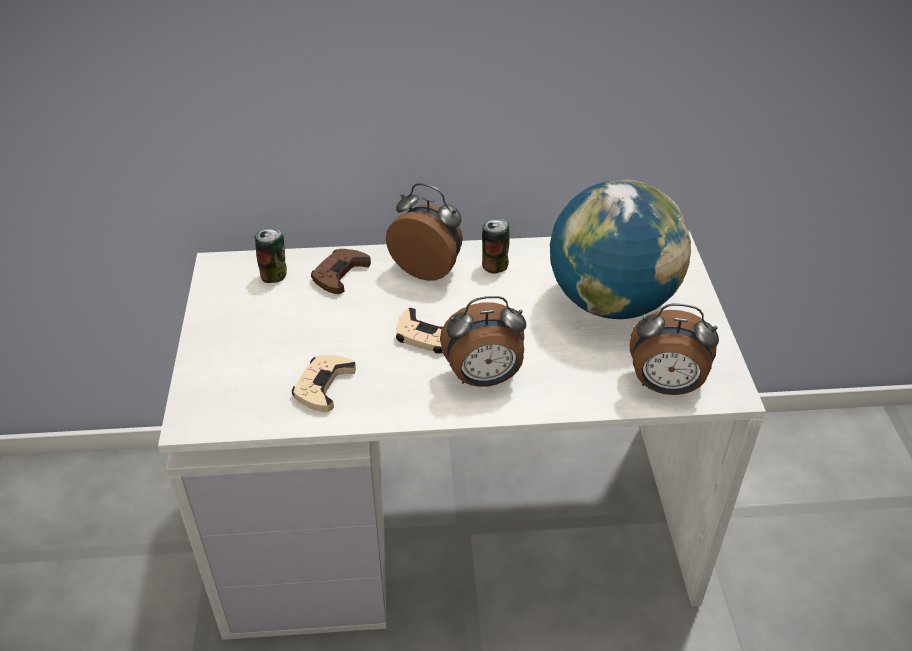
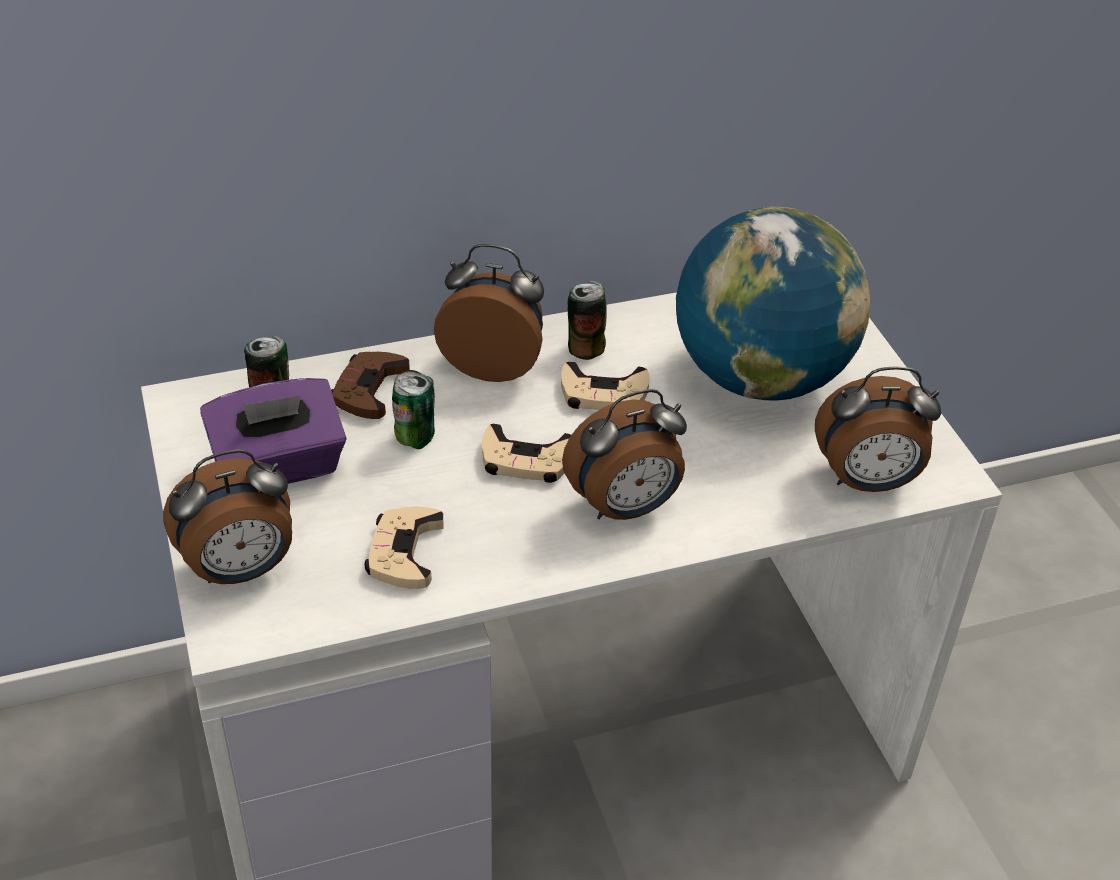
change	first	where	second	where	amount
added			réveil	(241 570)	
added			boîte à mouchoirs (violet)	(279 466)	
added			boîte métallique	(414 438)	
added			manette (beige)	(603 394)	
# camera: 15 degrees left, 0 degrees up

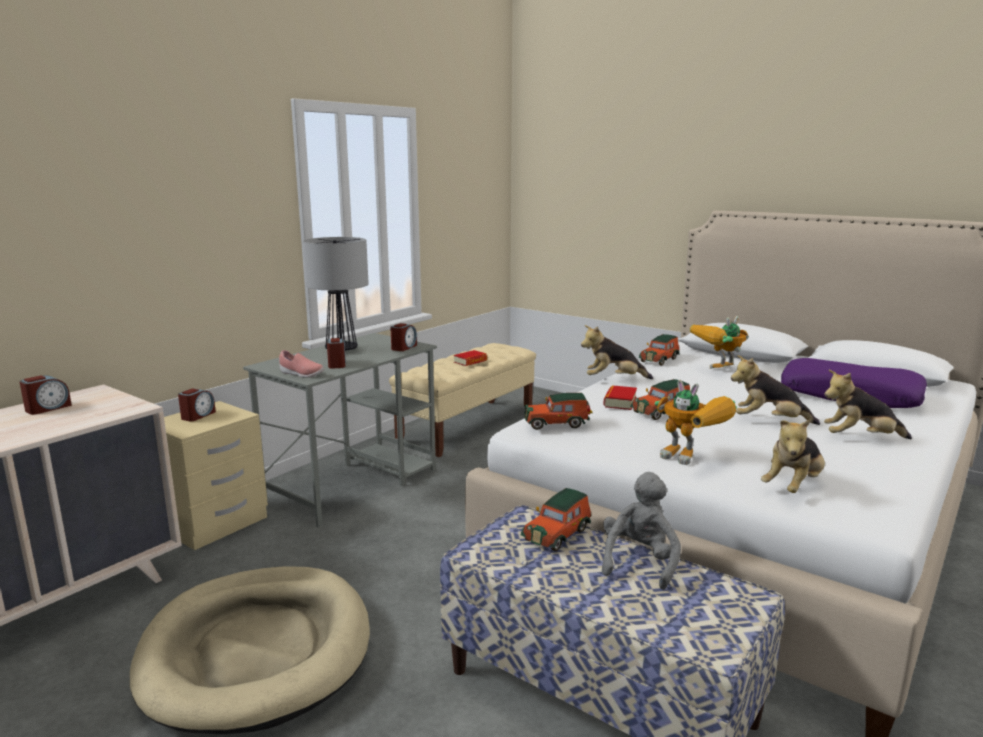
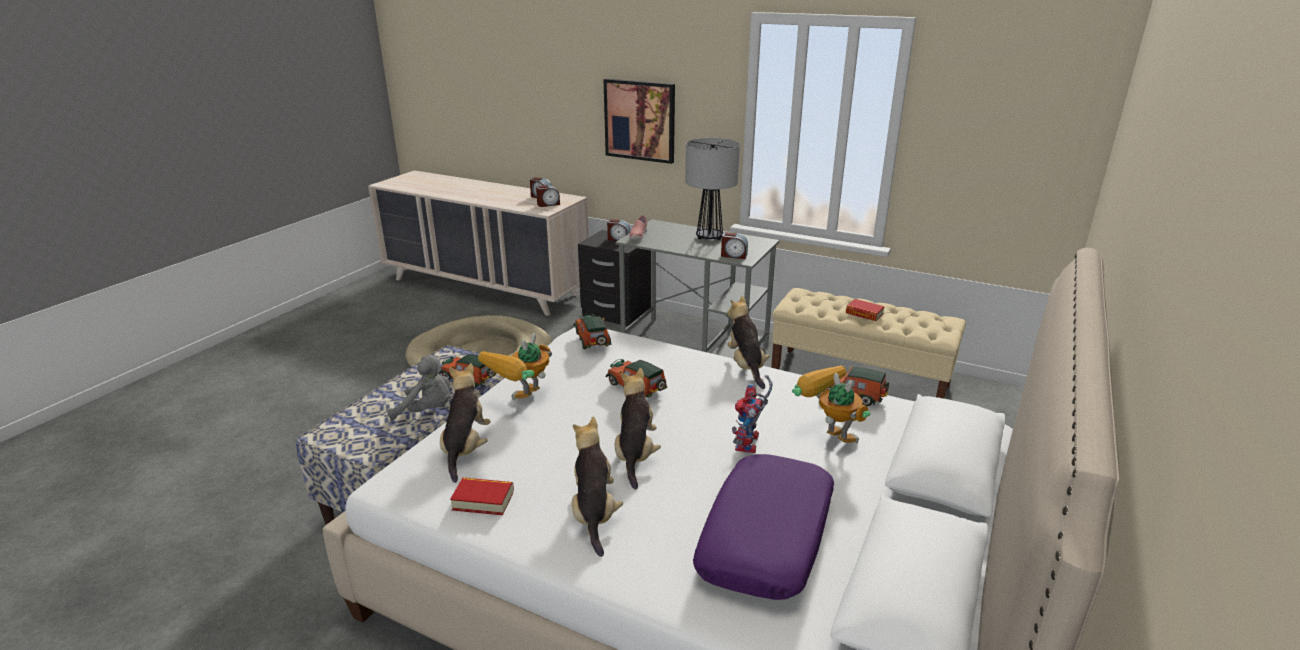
change	first	where	second	where	amount
recoloured	table de chevet (beige)	(214 524)	table de chevet (noir)	(616 313)	
moved	réveil	(337 364)		(548 204)	
moved	livre	(620 402)		(483 500)	
turned	peluche	(793 486)		(466 448)	60 degrees clockwise
added			tableau	(640 120)	
added			robot jouet	(749 445)	
# camera: 80 degrees right, 10 degrees up

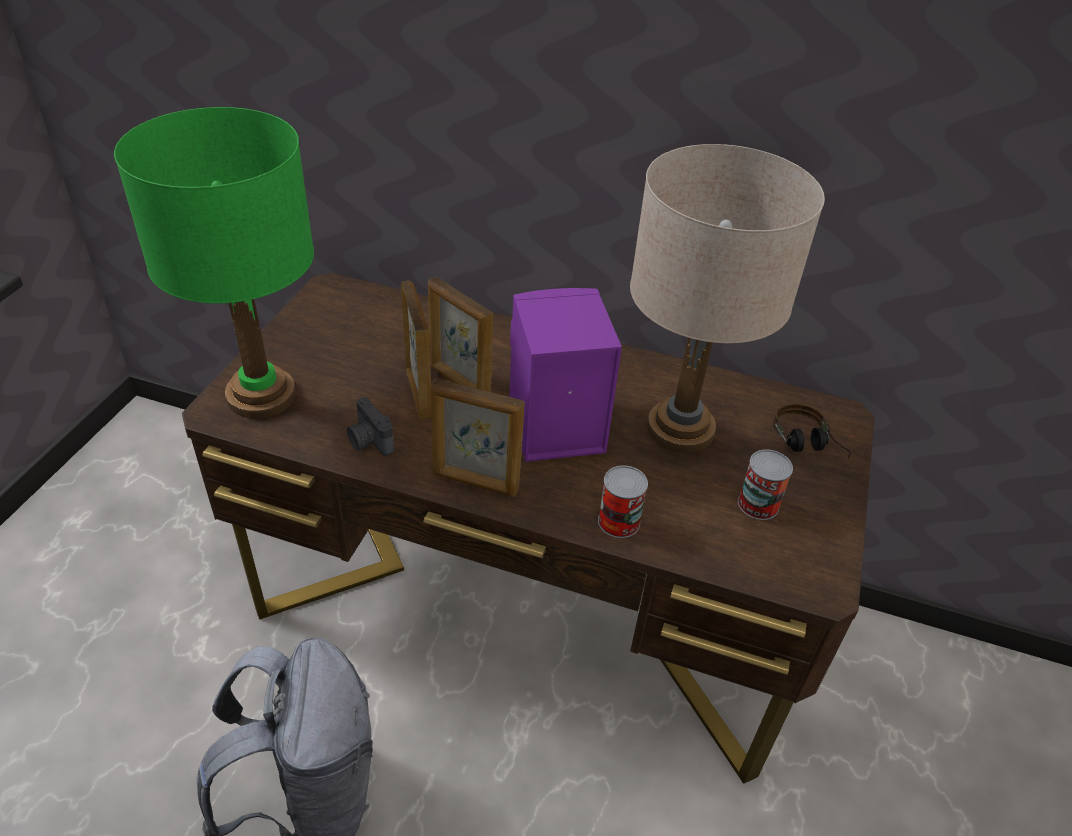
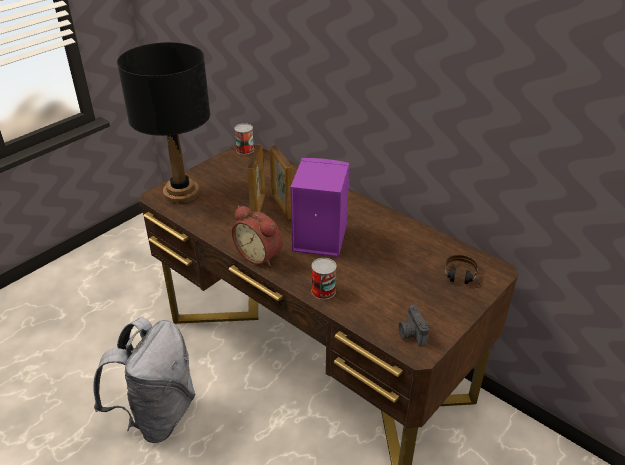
change	first	where	second	where	amount
recoloured	lampe de table (vert)	(261 396)	lampe de table (noir)	(181 193)	
moved	appareil photo	(369 441)		(411 334)	
replaced	cadre photo	(475 482)	réveil	(260 255)	
removed	lampe de table (beige)	(680 429)			
moved	boîte métallique	(758 504)		(245 150)	
# camera: 25 degrees right, 5 degrees down

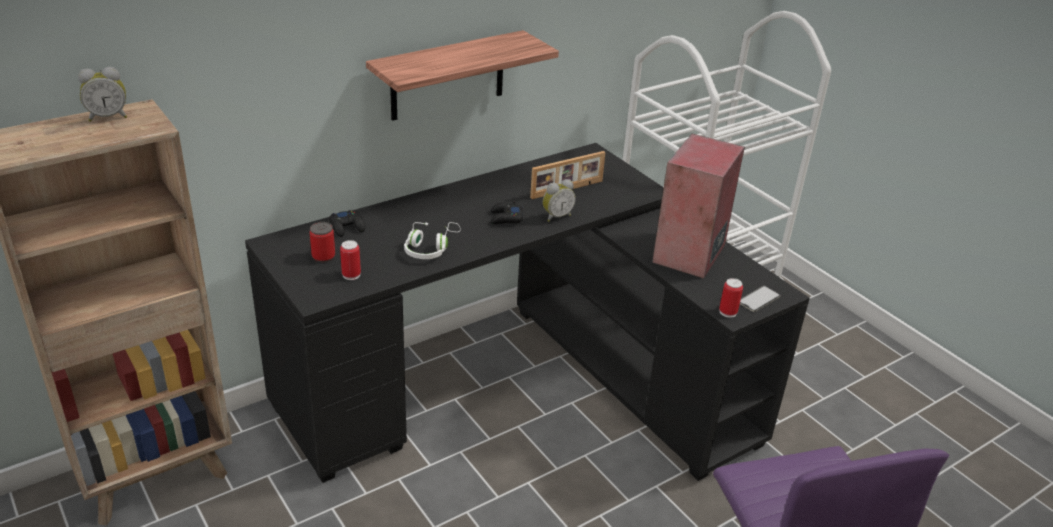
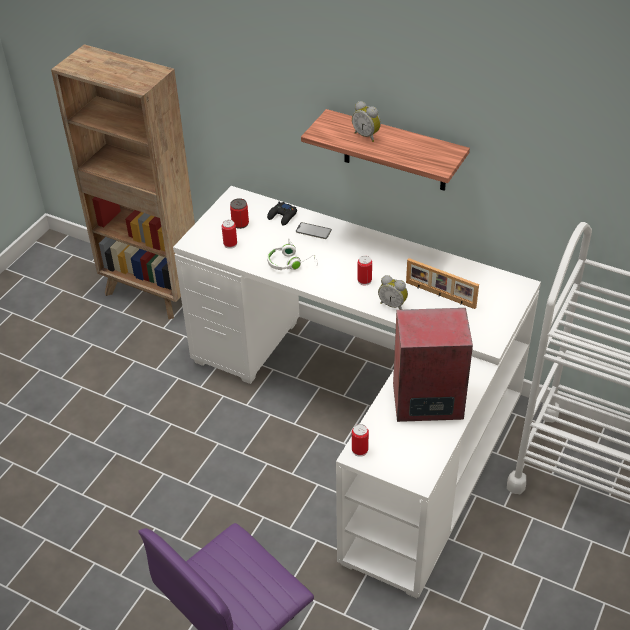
change	first	where	second	where	amount
moved	réveil	(108 117)		(367 135)	
recoloured	bureau (noir)	(522 383)	bureau (blanc)	(367 415)	
replaced	manette (noir)	(505 218)	boîte métallique	(364 280)	
moved	téléphone	(758 299)		(313 231)	
# camera: 65 degrees right, 10 degrees up

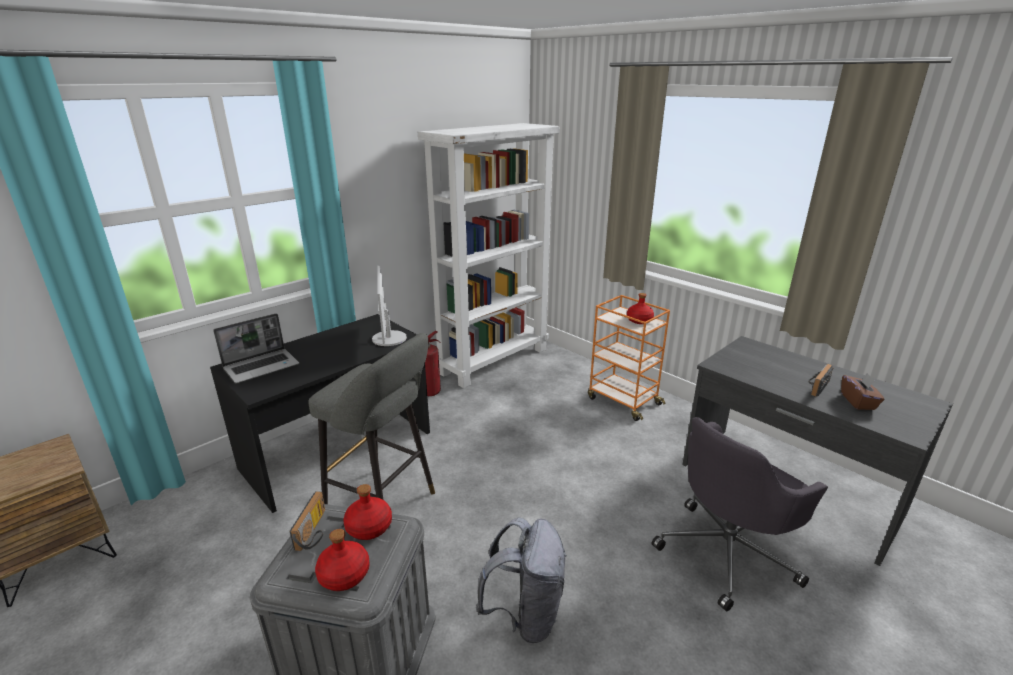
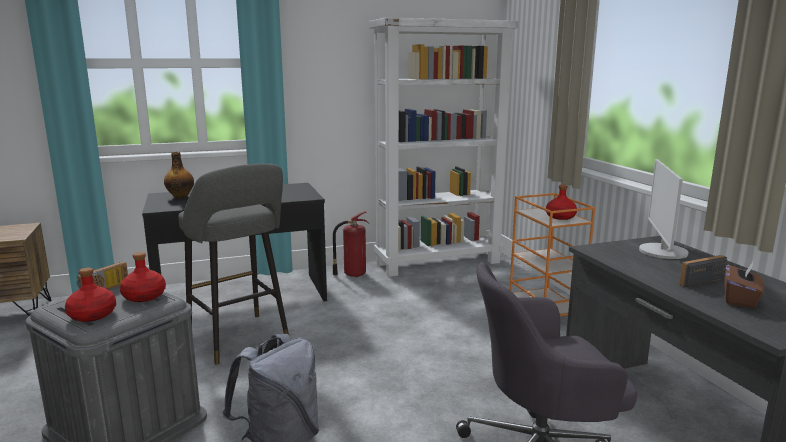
change	first	where	second	where	amount
replaced	ordinateur portable	(262 366)	bouteille	(181 197)	
moved	écran d'ordinateur	(388 339)		(662 251)	
# camera: 25 degrees right, 10 degrees down

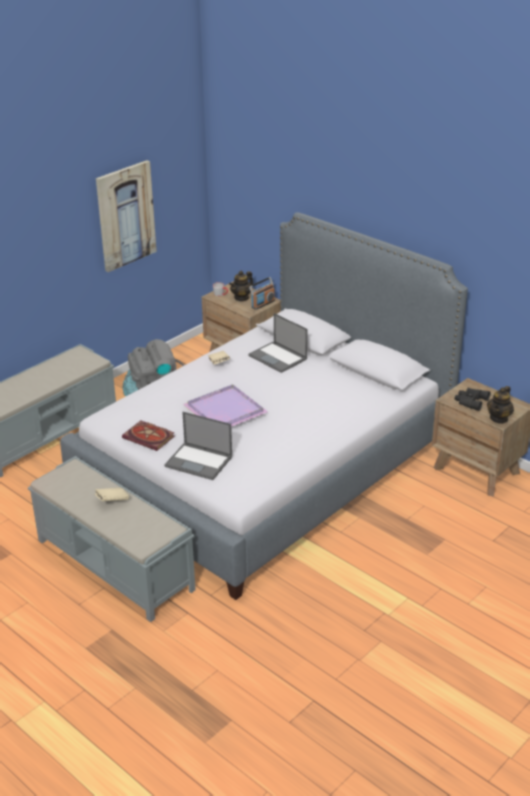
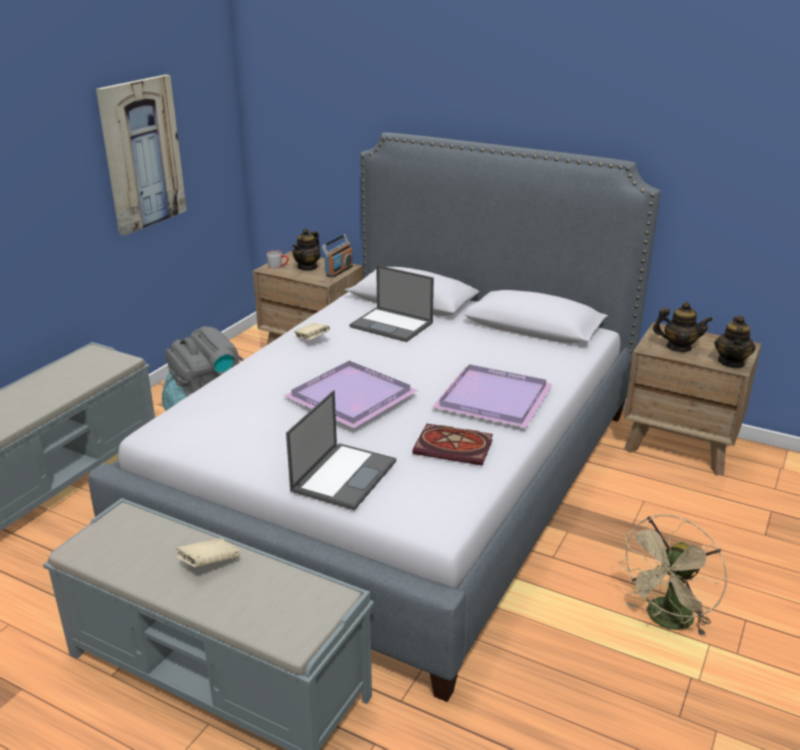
change	first	where	second	where	amount
moved	livre	(150 437)		(455 447)	
turned	ordinateur portable	(199 461)		(344 475)	75 degrees counterclockwise
replaced	jumelles (noir)	(470 401)	théière	(678 347)	
added			plateau (violet)	(492 398)	
added			ventilateur (beige)	(666 621)	
# camera: 15 degrees left, 5 degrees down

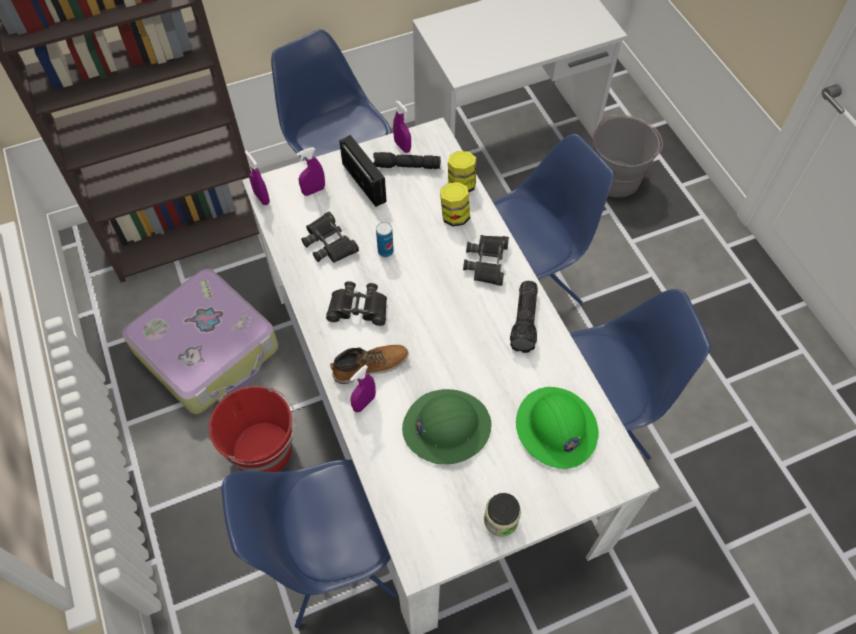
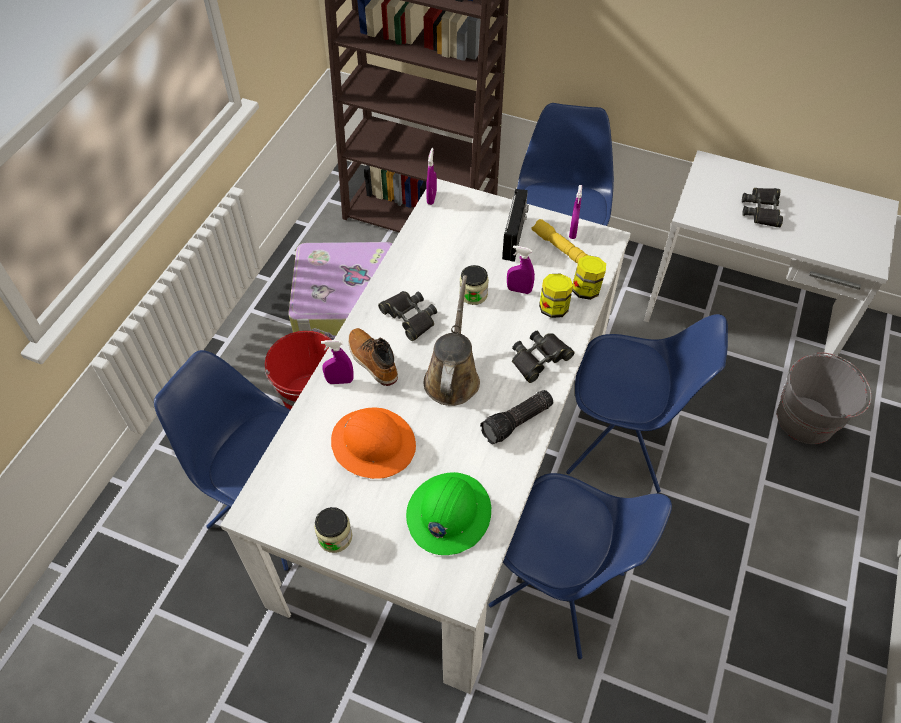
change	first	where	second	where	amount
moved	vaporisateur (violet)	(313 191)		(519 290)	
moved	jumelles (noir)	(329 243)		(762 210)	
turned	botte	(370 366)		(372 361)	150 degrees counterclockwise
recoloured	lampe de poche (noir)	(406 166)	lampe de poche (jaune)	(558 247)	
replaced	boîte métallique	(385 251)	bocal	(473 294)	
recoloured	casque de chantier (vert)	(446 427)	casque de chantier (orange)	(373 443)	
added			arrosoir (marron)	(452 376)	
# camera: 45 degrees right, 5 degrees down

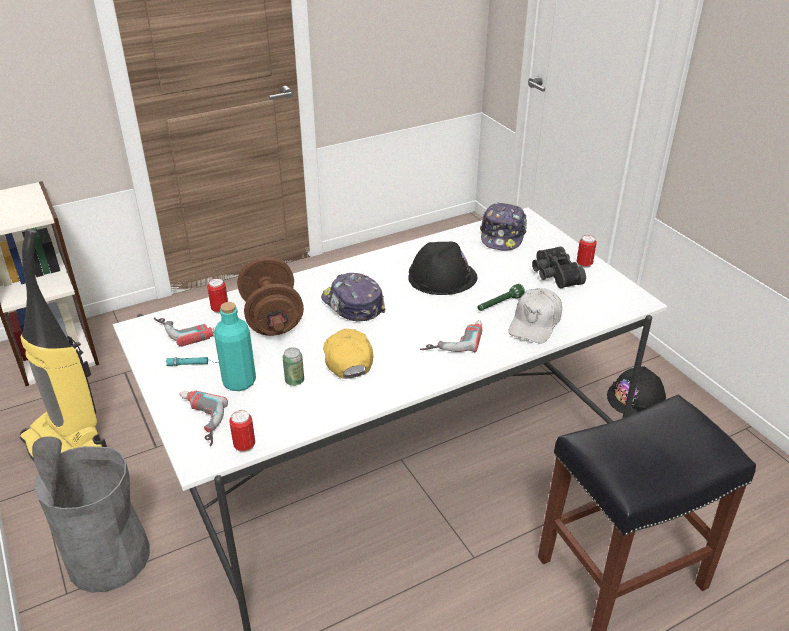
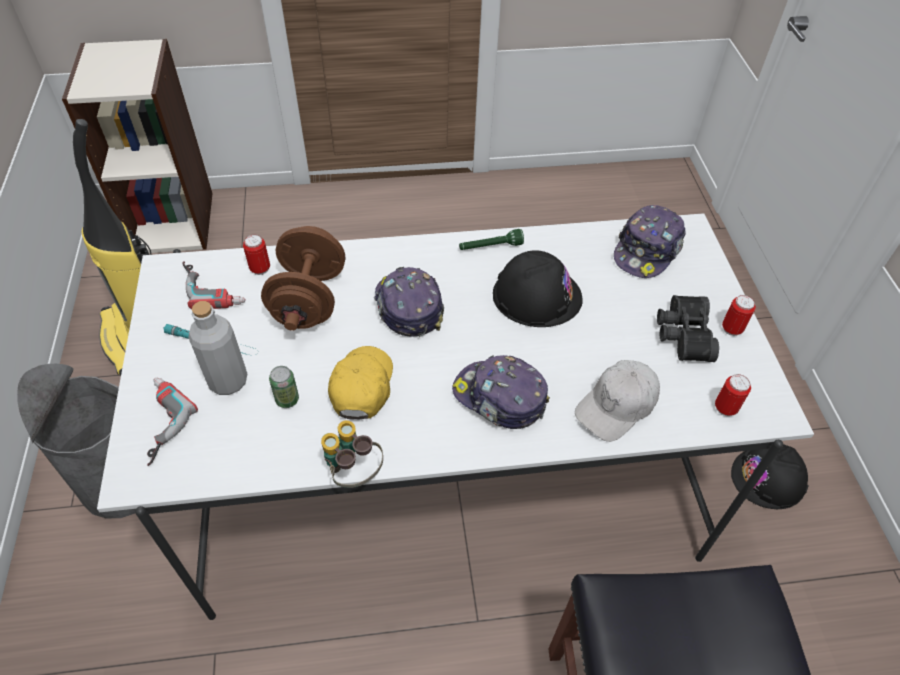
change	first	where	second	where	amount
recoloured	bouteille (turquoise)	(239 382)	bouteille (gris)	(228 381)	
moved	boîte métallique	(244 446)		(725 408)	
replaced	perceuse	(452 339)	casquette	(499 398)	
moved	lampe de poche (vert)	(499 304)		(490 247)	
added			jumelles	(353 472)	
# camera: 20 degrees right, 15 degrees up

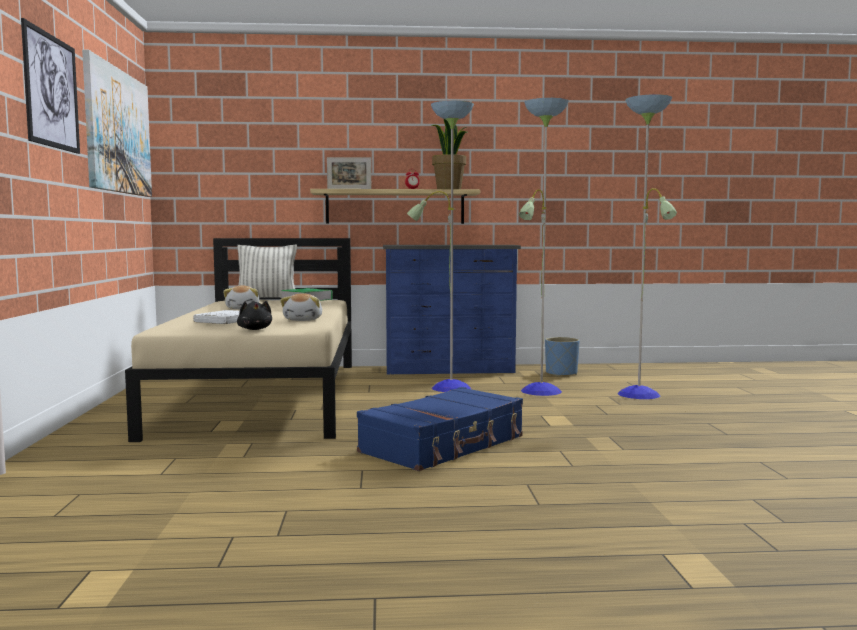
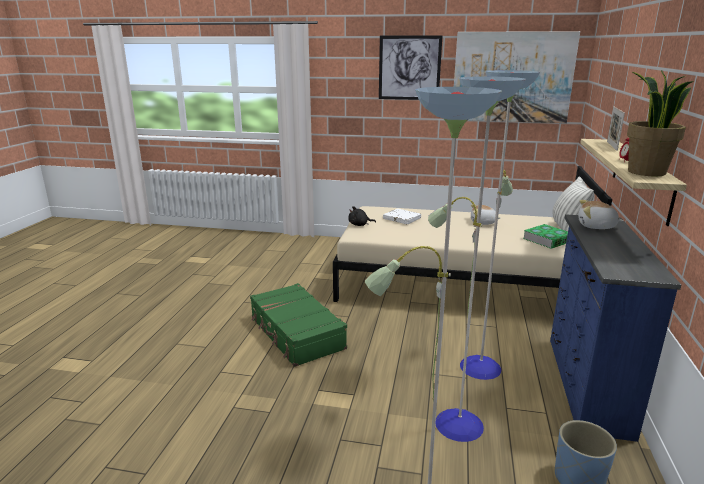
change	first	where	second	where	amount
moved	peluche	(304 320)		(596 226)	
recoloured	valise (bleu)	(444 445)	valise (vert)	(296 333)	
# camera: 105 degrees right, 15 degrees up

